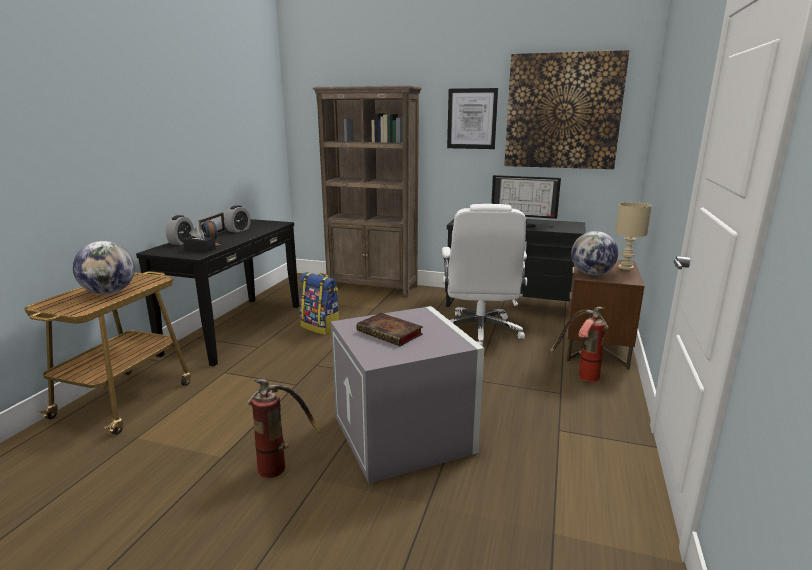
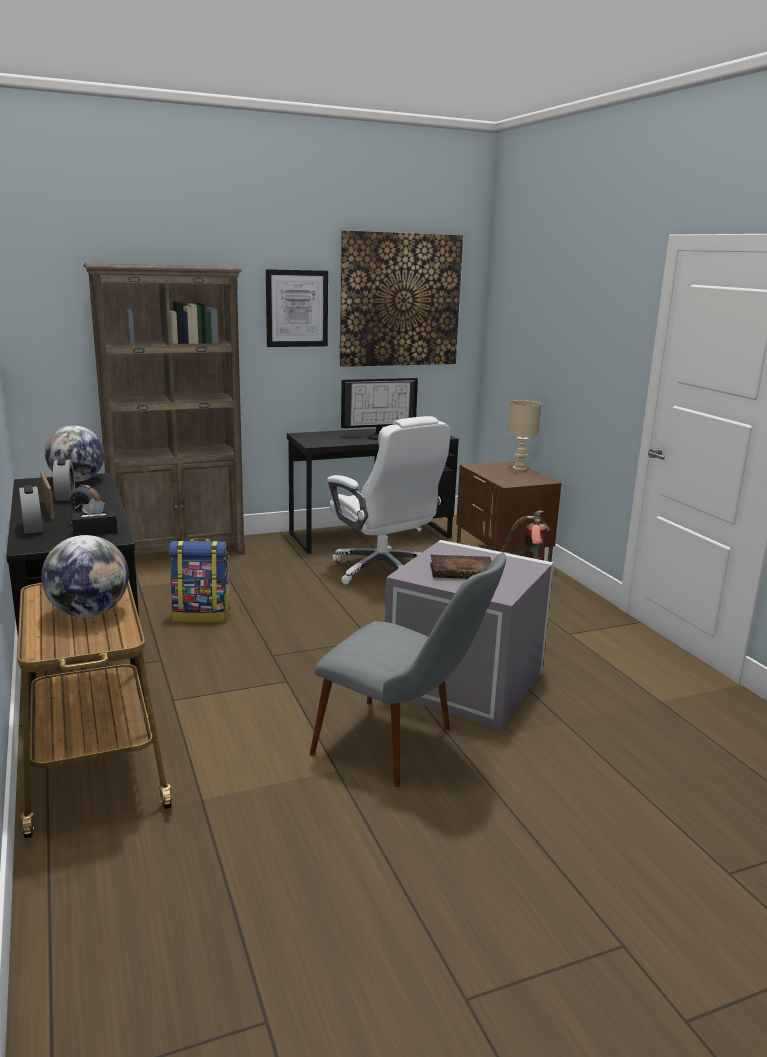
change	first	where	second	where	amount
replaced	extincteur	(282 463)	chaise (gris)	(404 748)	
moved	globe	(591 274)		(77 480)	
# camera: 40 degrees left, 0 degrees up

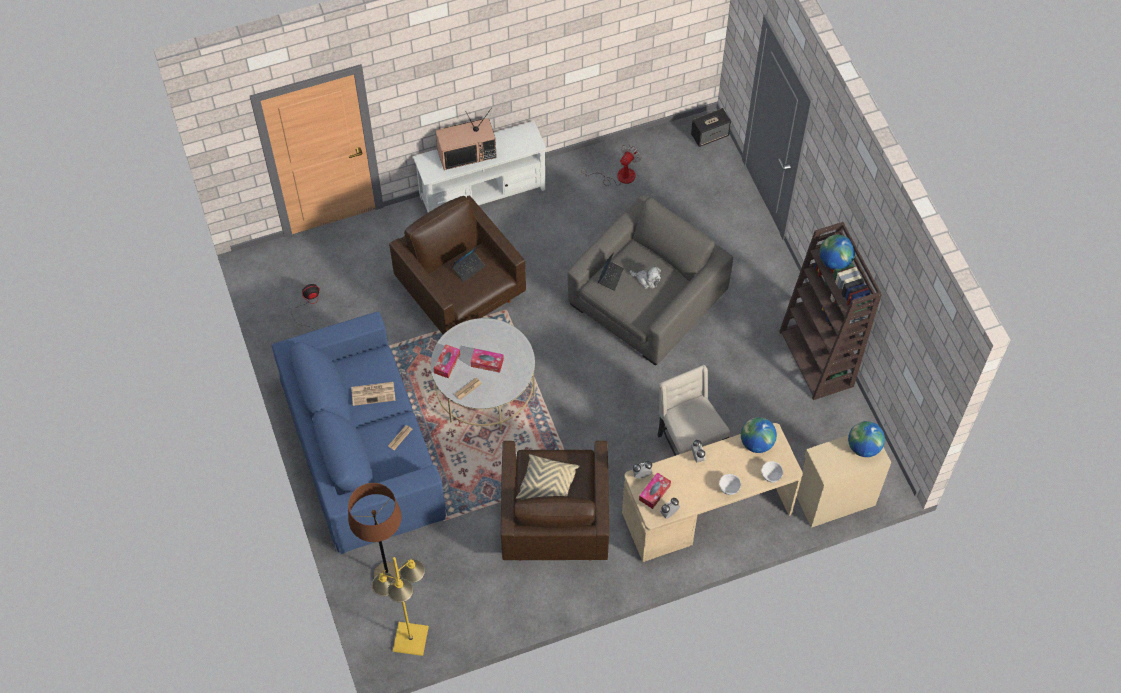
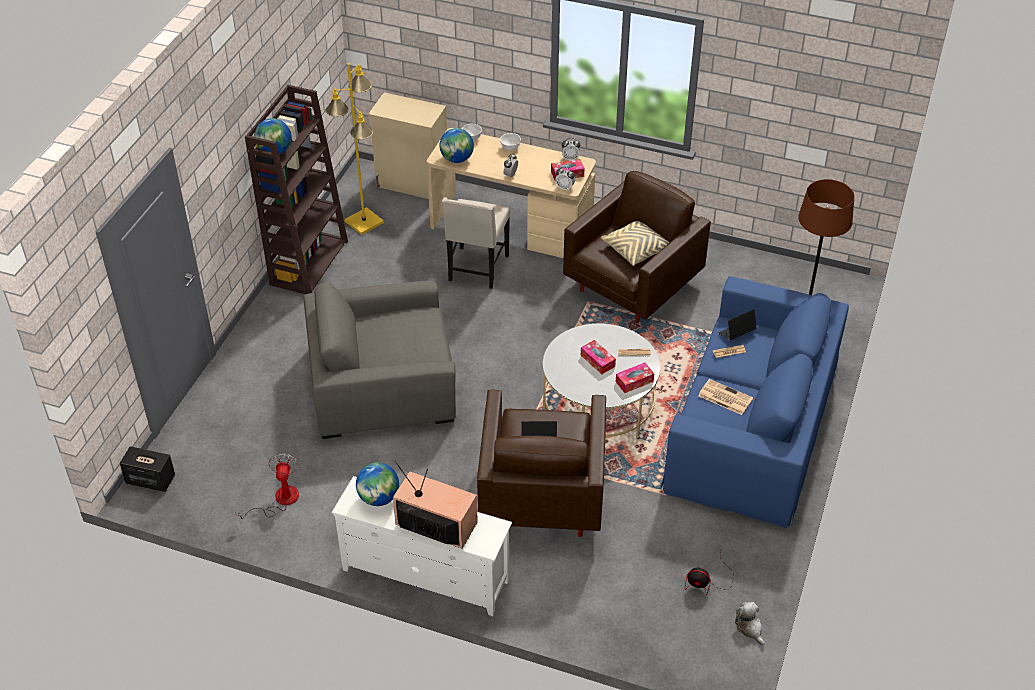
change	first	where	second	where	amount
moved	lampadaire (jaune)	(410 639)		(364 222)	
turned	ventilateur	(619 176)		(279 500)	105 degrees clockwise
moved	ordinateur portable	(610 277)		(736 333)	
moved	peluche	(647 280)		(749 628)	
moved	globe	(863 447)		(379 498)	
# camera: 140 degrees left, 15 degrees down

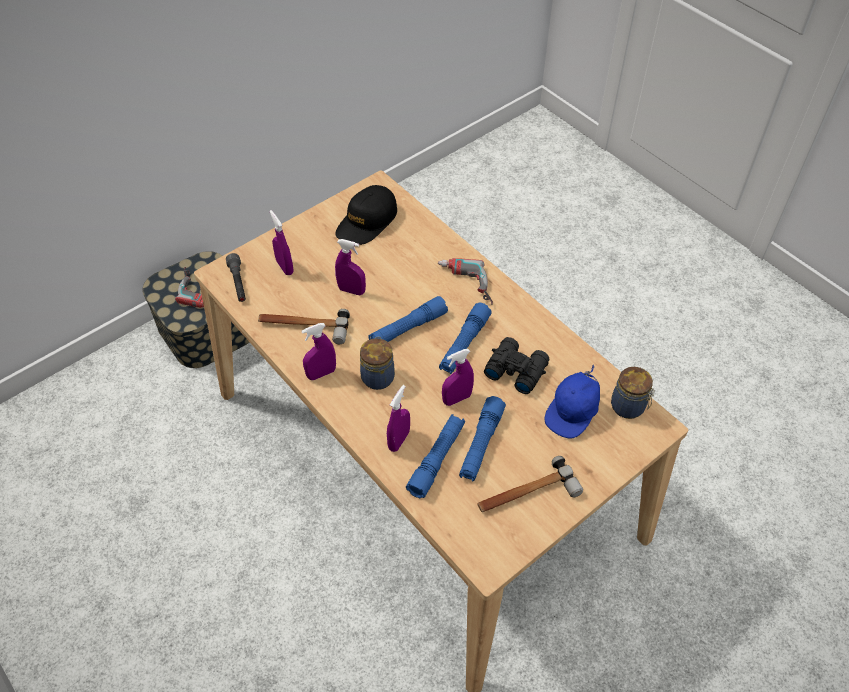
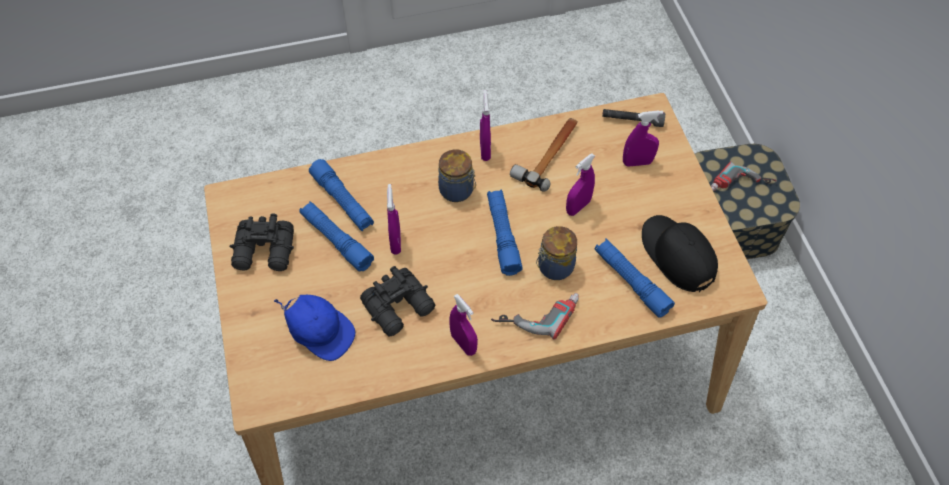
change	first	where	second	where	amount
moved	vaporisateur (violet)	(399 440)		(463 343)	
moved	lampe de poche (bleu)	(464 344)		(631 282)	
replaced	marteau	(526 494)	jumelles (noir)	(266 252)	
turned	casquette (bleu)	(573 413)		(320 332)	150 degrees clockwise
moved	bocal	(629 407)		(554 267)	
# camera: 115 degrees right, 5 degrees up

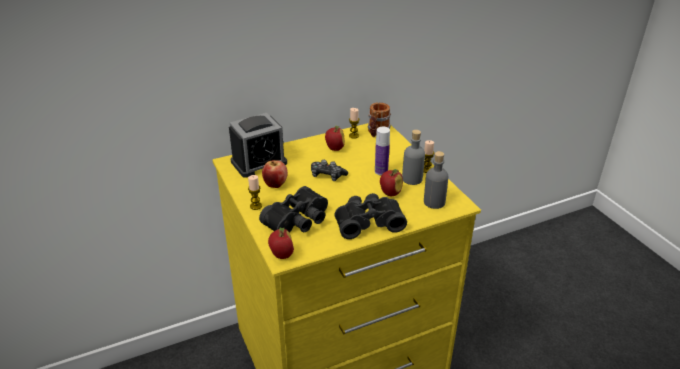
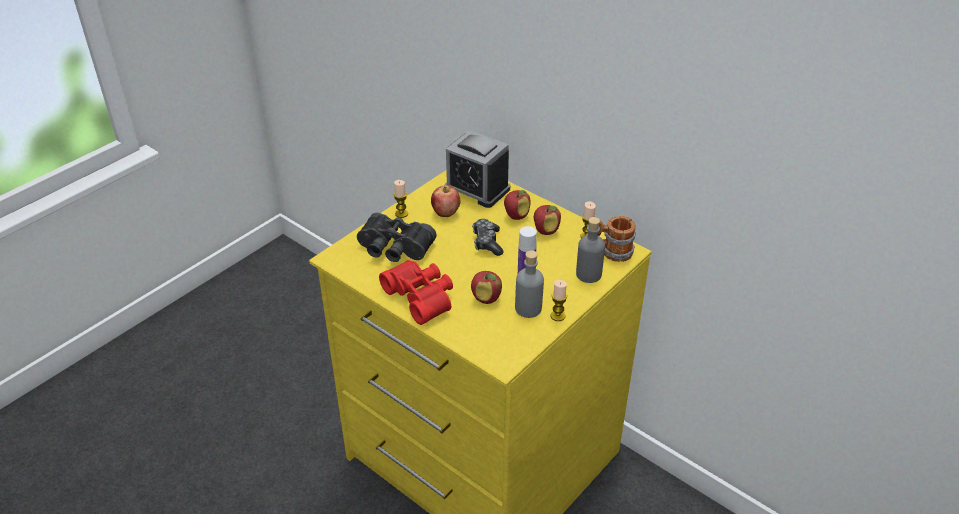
change	first	where	second	where	amount
moved	pomme	(281 255)		(516 216)	
recoloured	jumelles (noir)	(368 222)	jumelles (rouge)	(422 297)	
moved	bouteille (gris)	(434 202)		(588 274)	
# camera: 65 degrees right, 5 degrees up

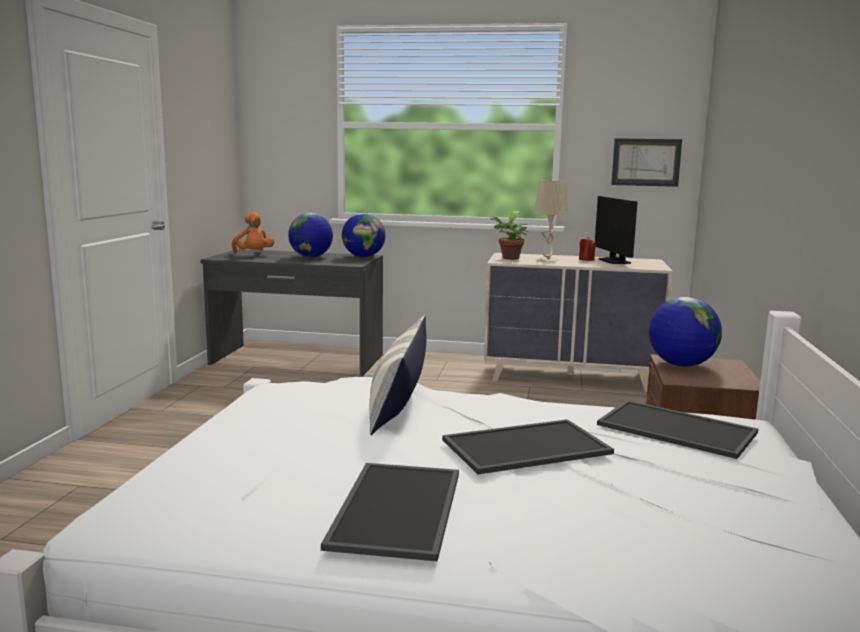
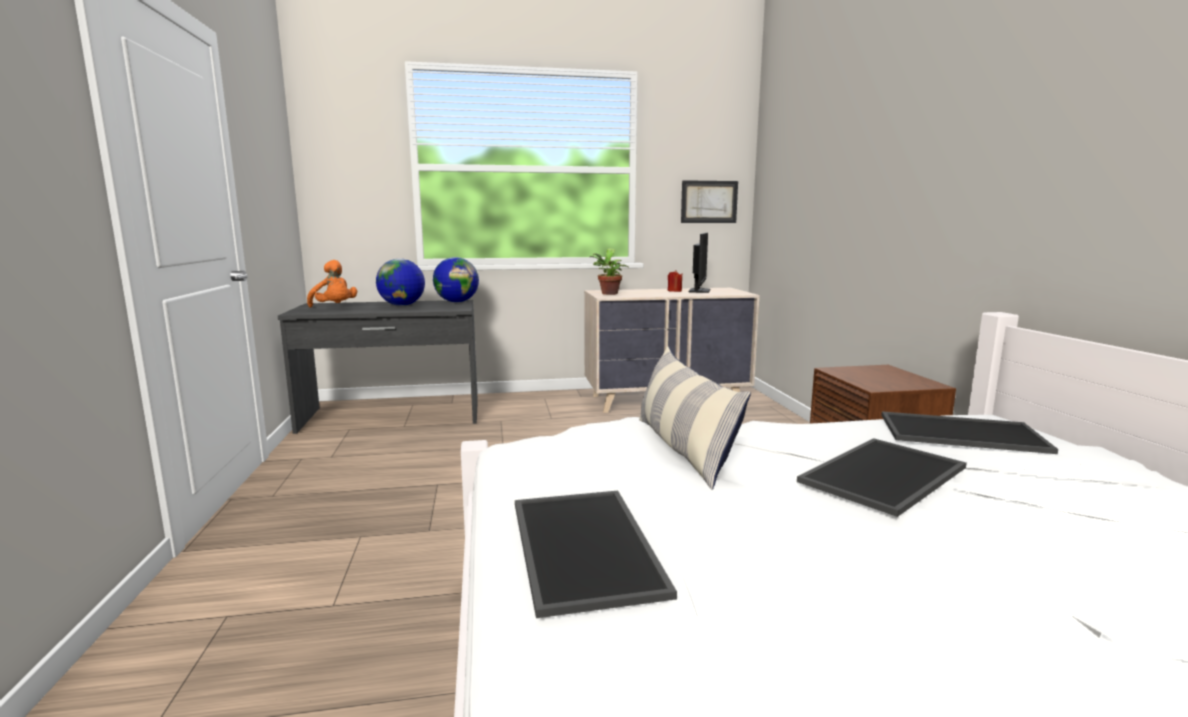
change	first	where	second	where	amount
moved	plateau	(394 507)		(580 545)	
removed	lampe de table (beige)	(547 260)			
turned	écran d'ordinateur	(614 261)		(699 291)	135 degrees counterclockwise
removed	globe	(681 365)			
# camera: 20 degrees left, 0 degrees up

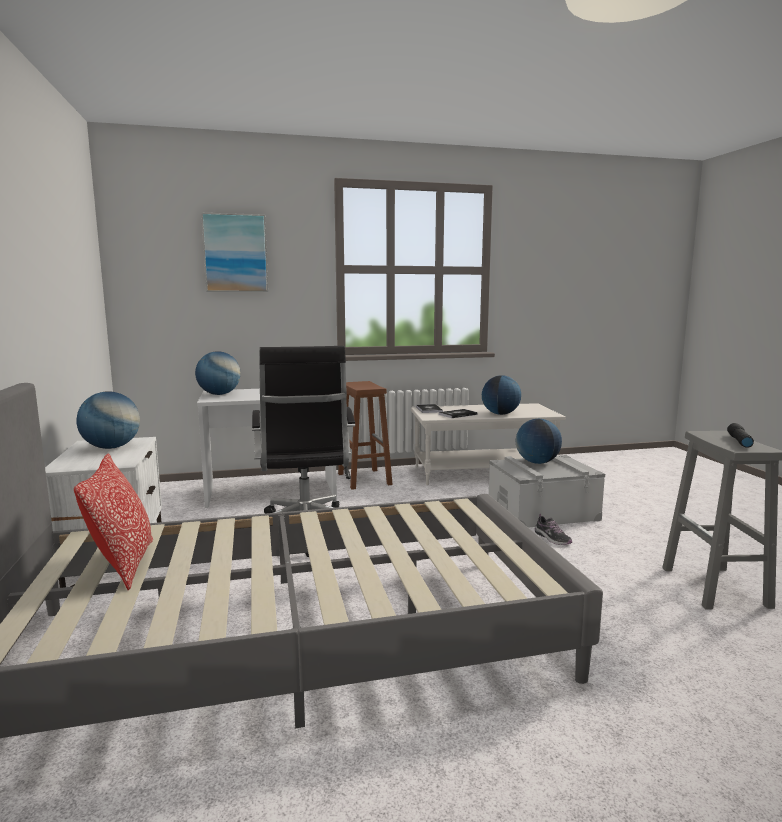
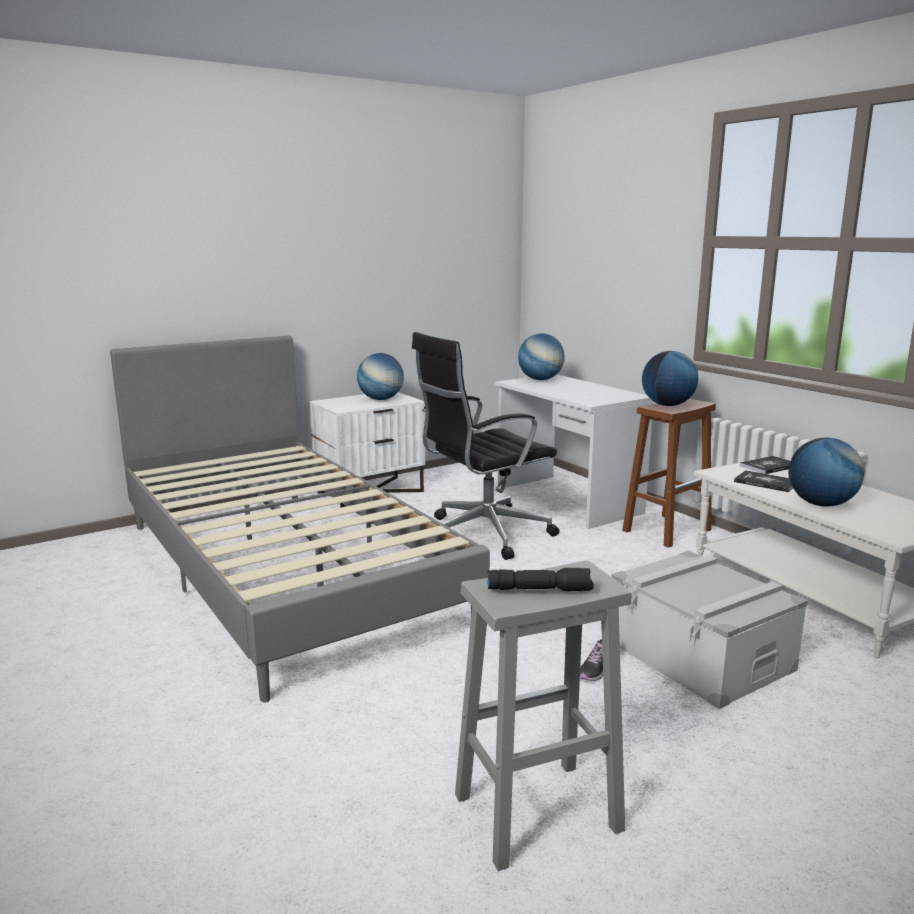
change	first	where	second	where	amount
removed	coussin	(124 564)			
removed	tableau	(235 253)			
moved	globe	(537 462)		(667 405)	
# camera: 70 degrees right, 5 degrees up

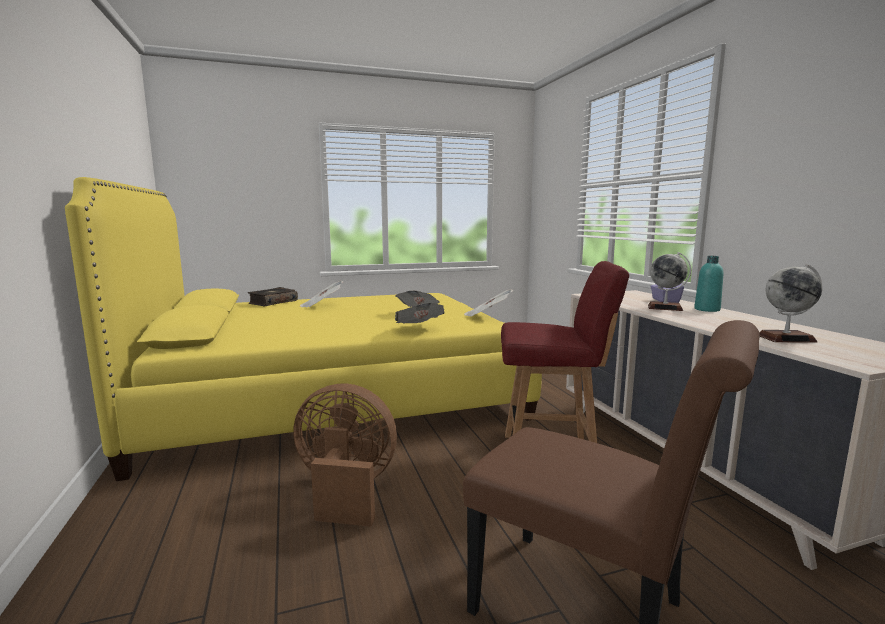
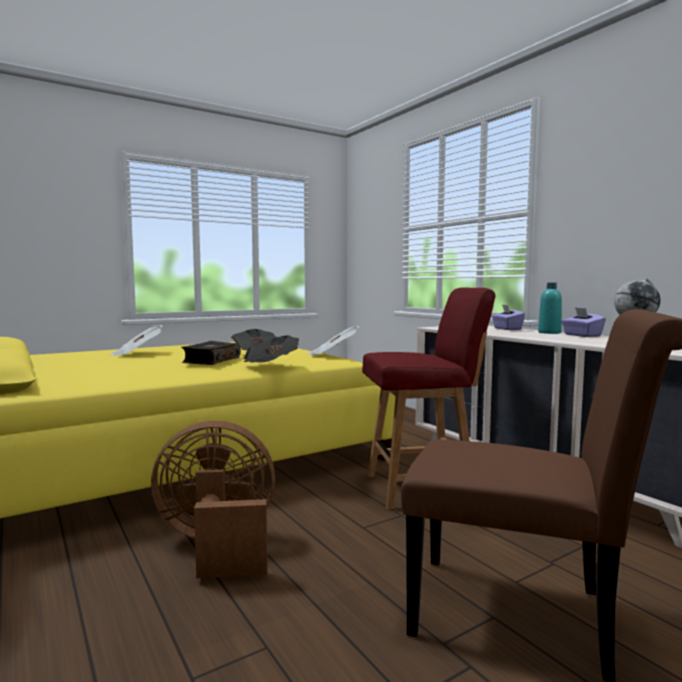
change	first	where	second	where	amount
moved	livre	(273 302)		(211 361)	
removed	globe	(665 308)			
added			boîte à mouchoirs (violet)	(582 335)	
# camera: 15 degrees left, 5 degrees down

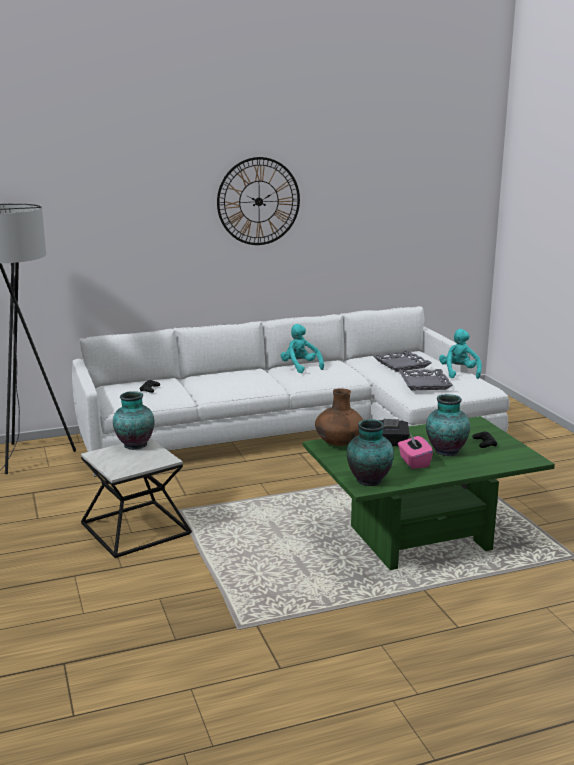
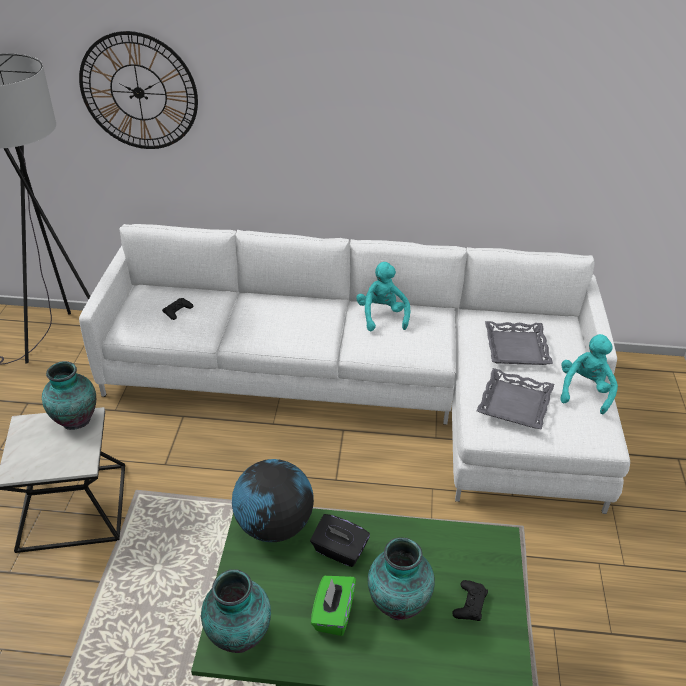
change	first	where	second	where	amount
moved	horloge murale	(258 201)		(138 92)	
replaced	vase (marron)	(339 443)	globe	(274 525)	
recoloured	boîte à mouchoirs (rose)	(414 462)	boîte à mouchoirs (vert)	(333 614)	
# camera: 25 degrees right, 20 degrees up

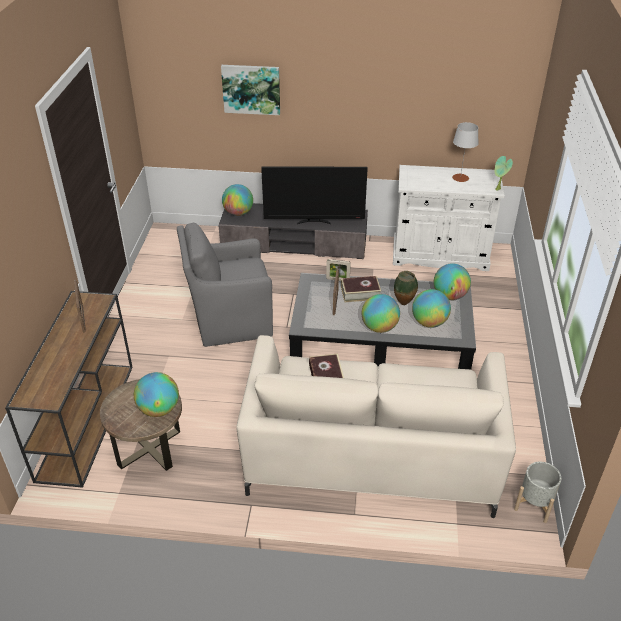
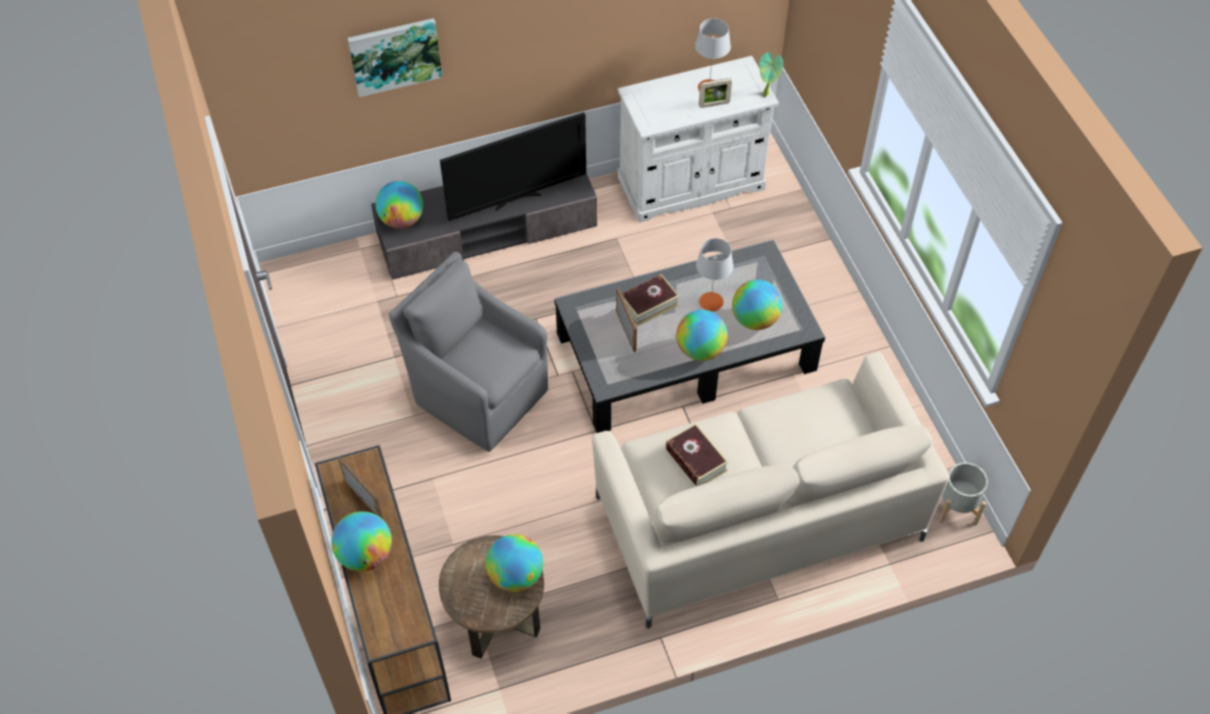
change	first	where	second	where	amount
turned	fauteuil (gris)	(230 321)		(478 393)	75 degrees clockwise
moved	cadre photo	(338 279)		(714 104)	
replaced	vase	(404 304)	lampe de table (gris)	(711 302)	
moved	globe	(450 296)		(365 555)	
# camera: 25 degrees left, 15 degrees up

